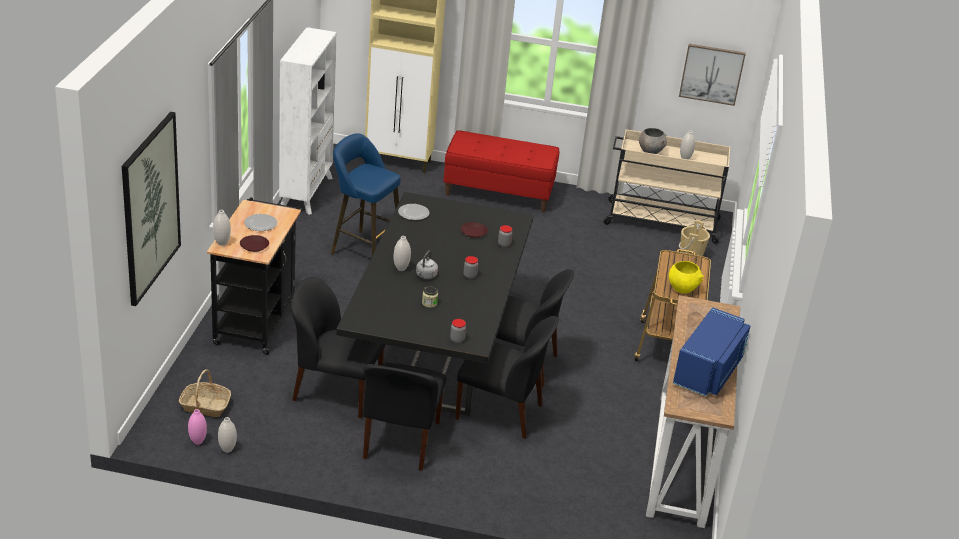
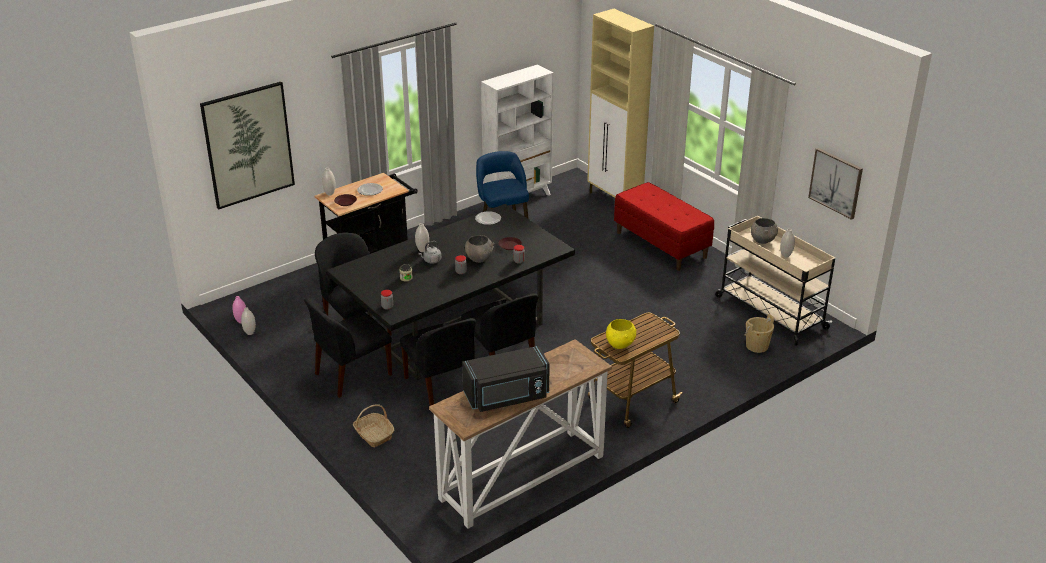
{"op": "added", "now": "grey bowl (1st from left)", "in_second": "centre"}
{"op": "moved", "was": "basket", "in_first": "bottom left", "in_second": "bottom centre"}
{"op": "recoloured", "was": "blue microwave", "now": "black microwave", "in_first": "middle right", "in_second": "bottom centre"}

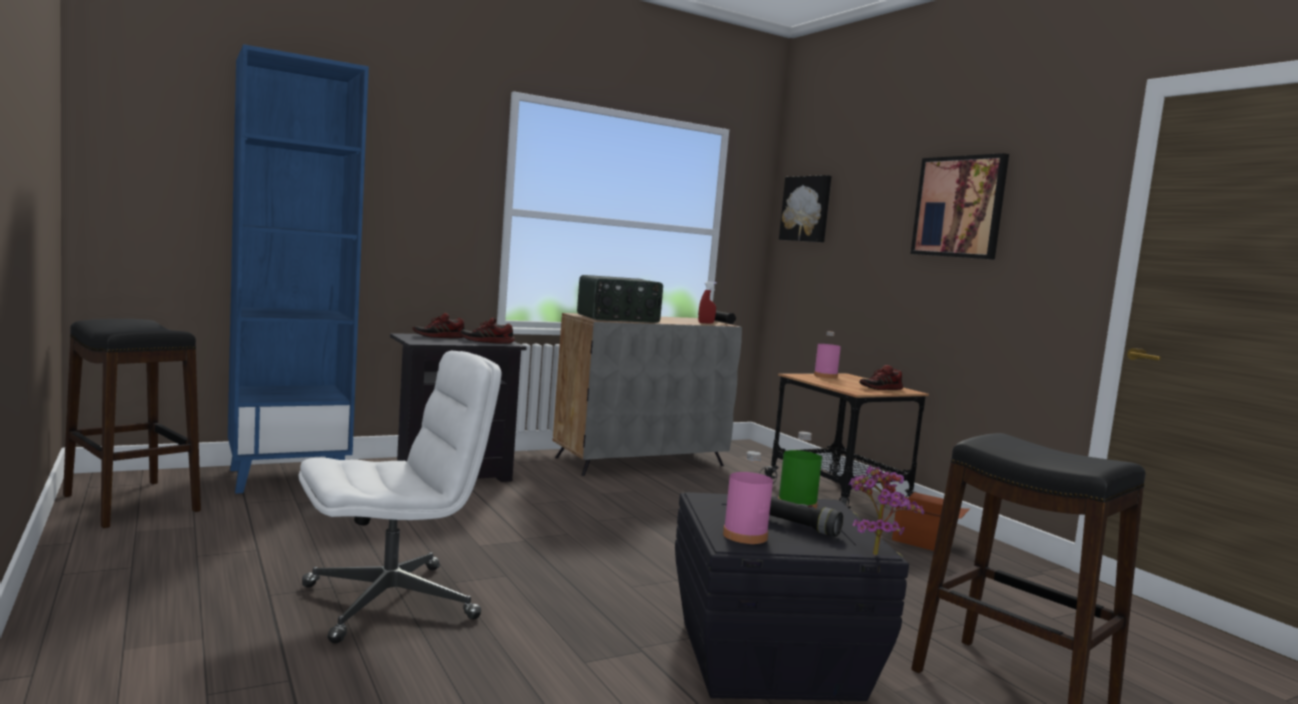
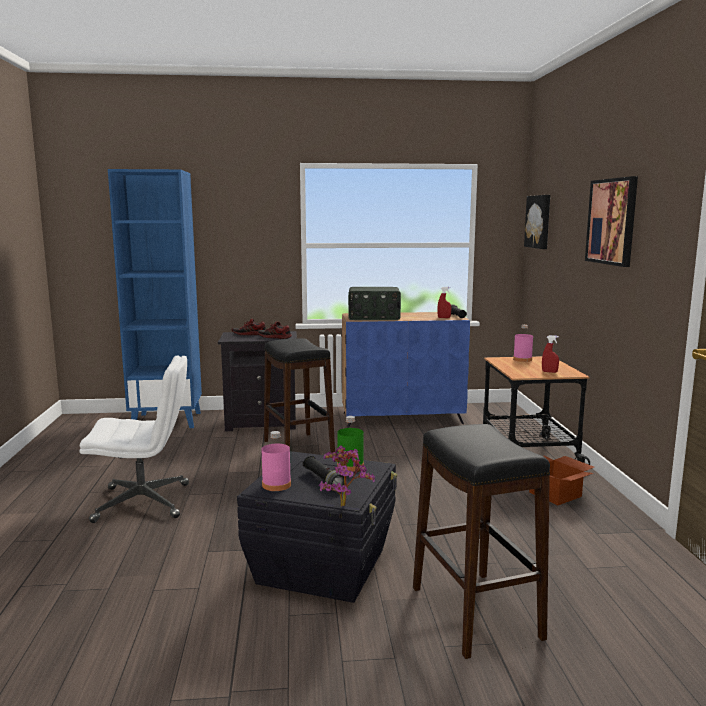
{"op": "moved", "was": "black stool (1st from left)", "in_first": "middle left", "in_second": "centre"}
{"op": "replaced", "was": "shoe (3rd from left)", "now": "red spray bottle (2nd from left)", "in_first": "middle right", "in_second": "middle right"}
{"op": "recoloured", "was": "grey cabinet", "now": "blue cabinet", "in_first": "centre", "in_second": "centre"}

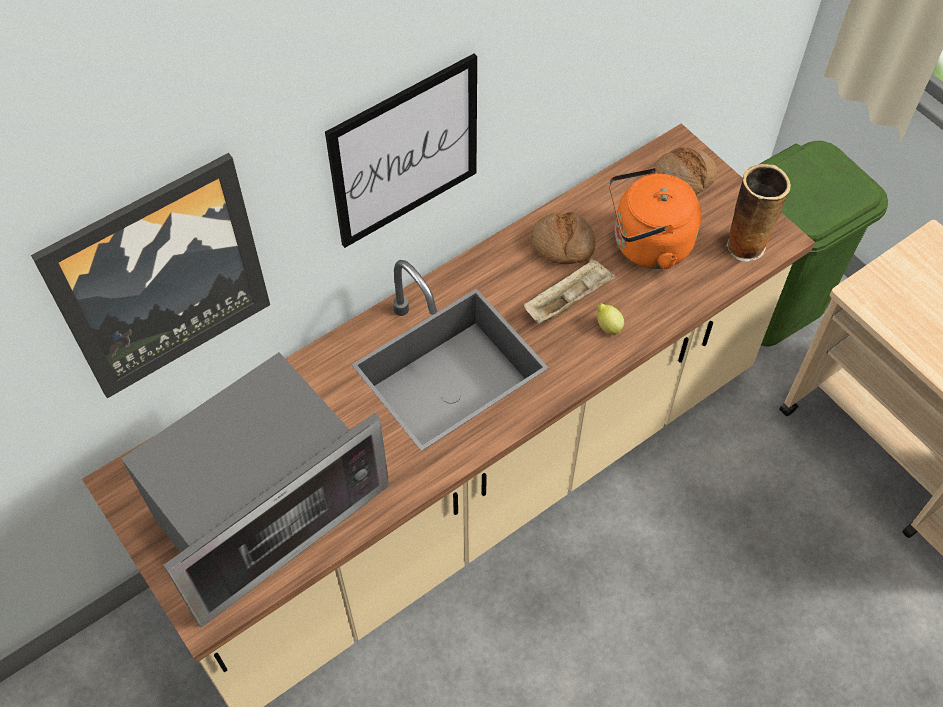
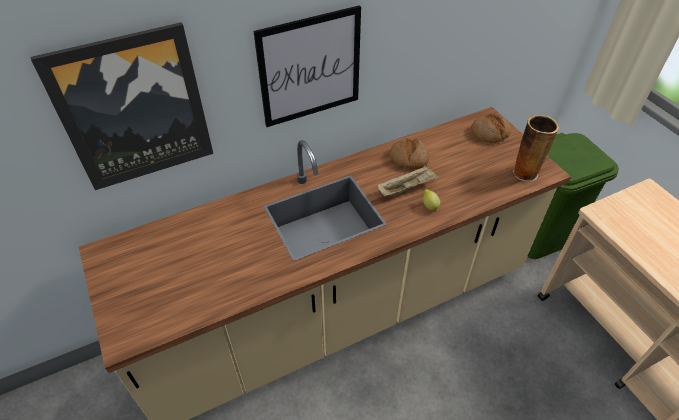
{"op": "removed", "was": "microwave", "in_first": "bottom left"}
{"op": "removed", "was": "orange kettle", "in_first": "top right"}

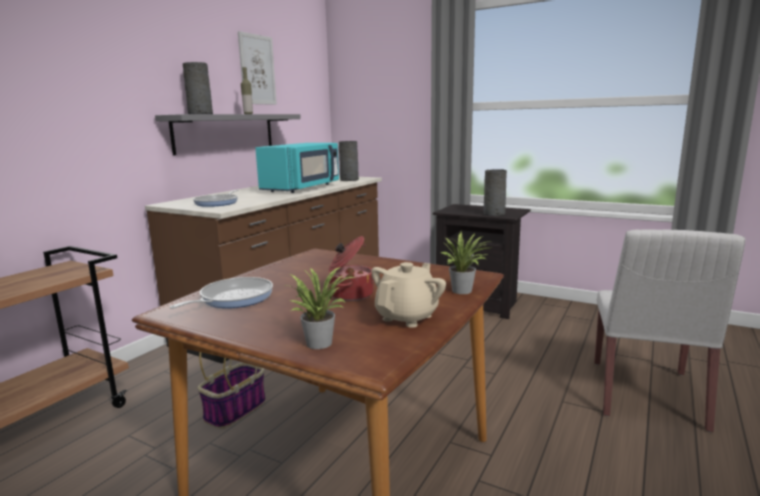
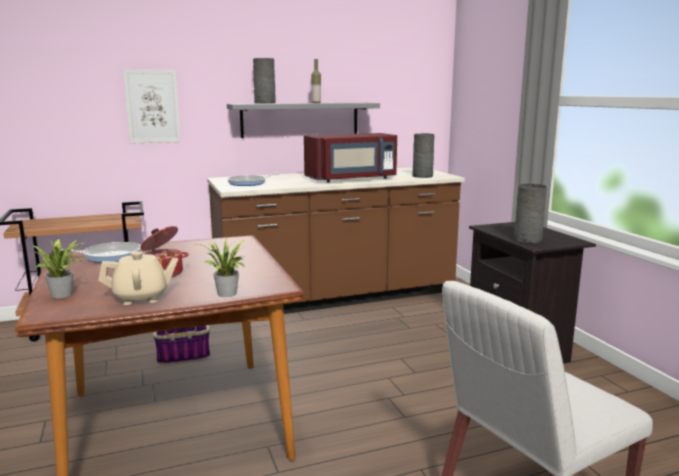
{"op": "moved", "was": "picture", "in_first": "top centre", "in_second": "top left"}
{"op": "recoloured", "was": "turquoise microwave", "now": "red microwave", "in_first": "centre", "in_second": "top centre"}

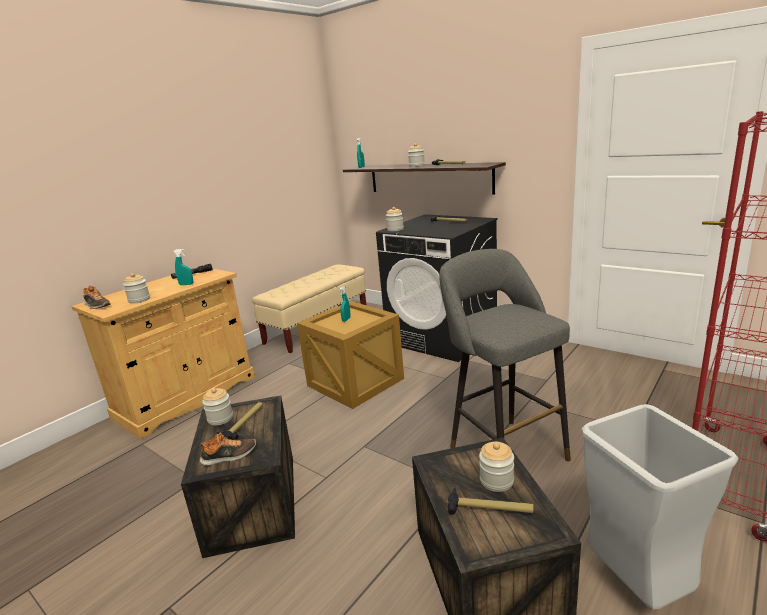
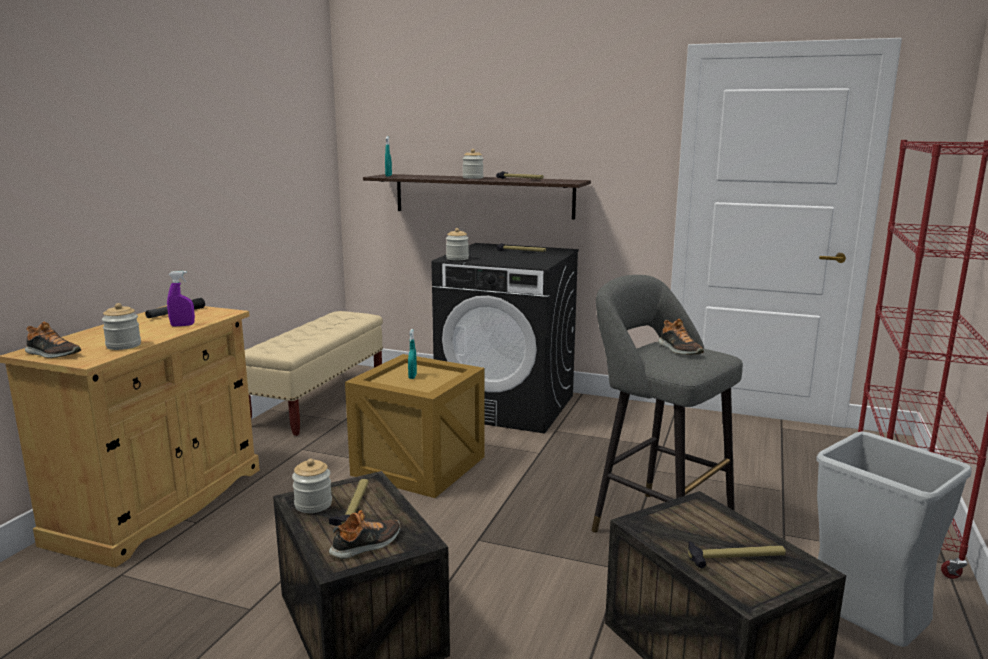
{"op": "removed", "was": "jar (5th from left)", "in_first": "bottom centre"}
{"op": "added", "now": "shoe (3rd from left)", "in_second": "middle right"}
{"op": "recoloured", "was": "turquoise spray bottle (1st from left)", "now": "purple spray bottle", "in_first": "middle left", "in_second": "middle left"}

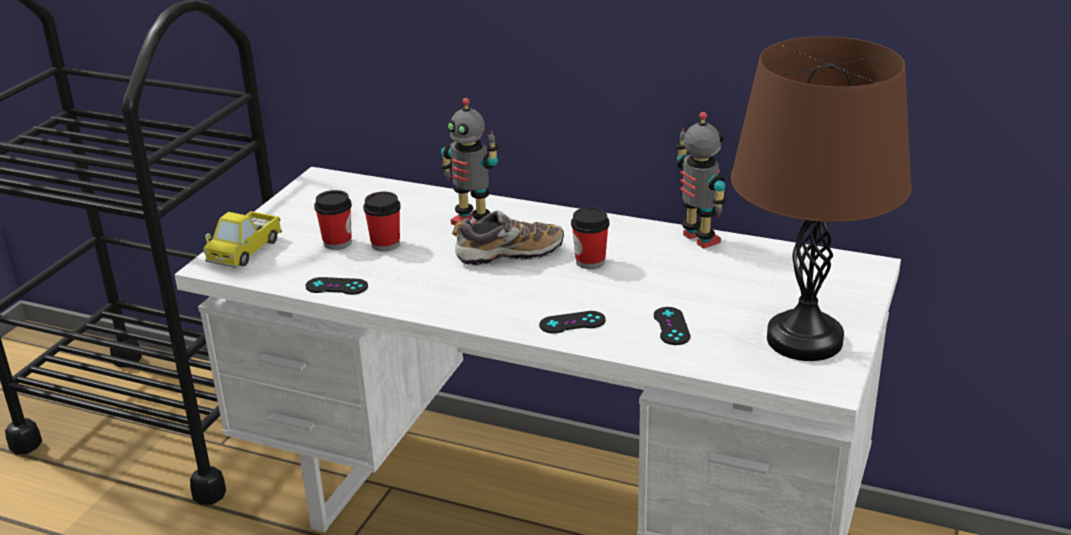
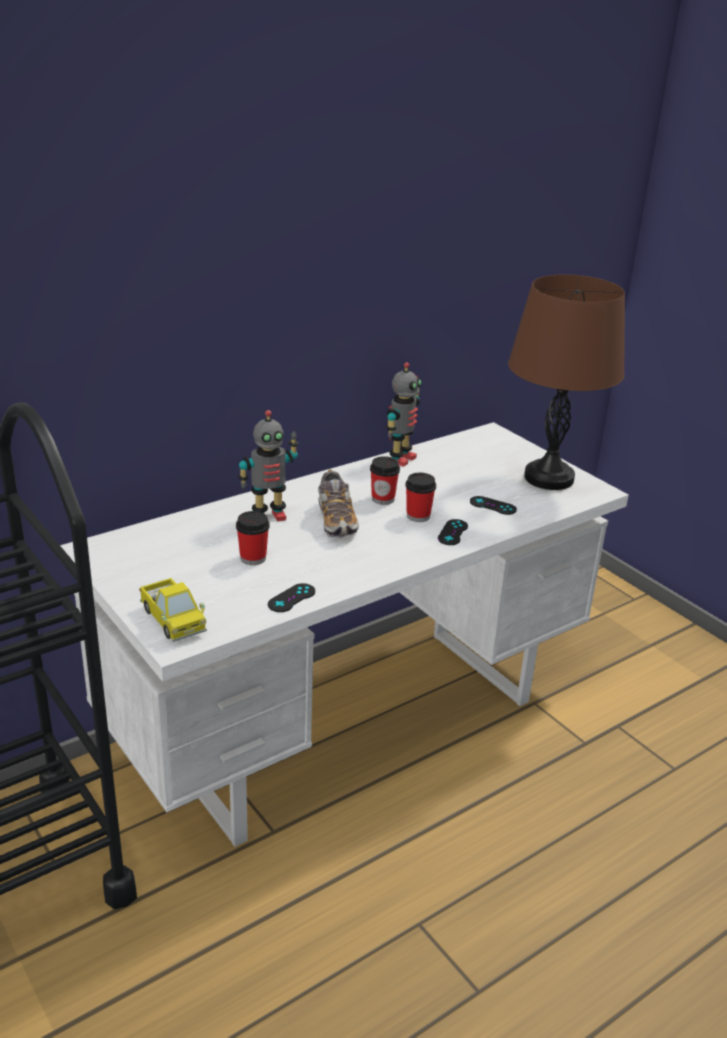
{"op": "moved", "was": "cup (1st from left in the first image)", "now": "cup (3rd from left)", "in_first": "middle left", "in_second": "centre"}
{"op": "turned", "was": "shoe", "in_first": "centre", "in_second": "centre", "clockwise": 150}
{"op": "turned", "was": "toy robot (2nd from left)", "in_first": "centre", "in_second": "centre", "clockwise": 120}

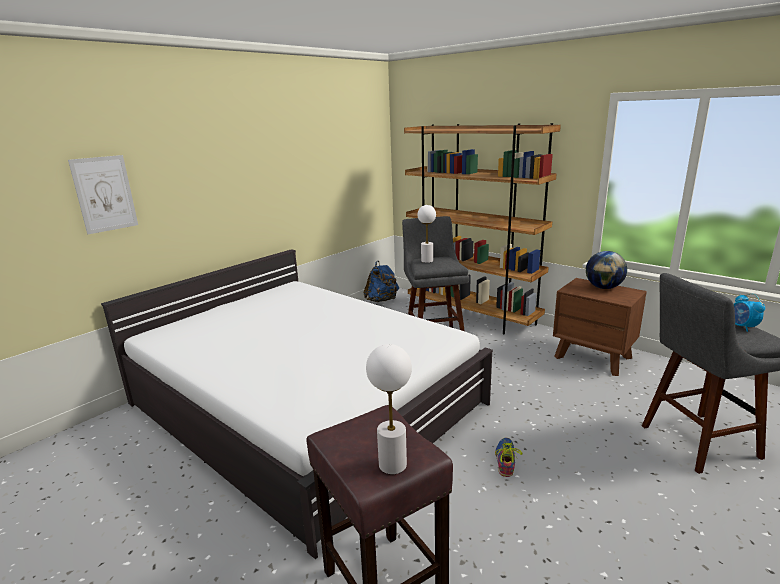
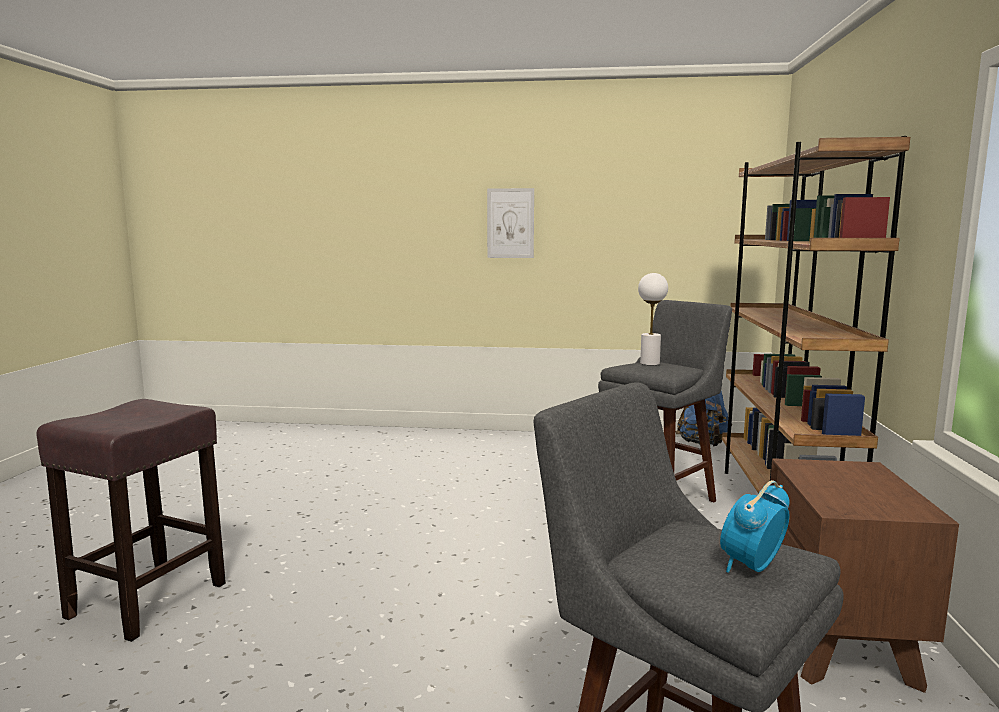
{"op": "removed", "was": "white bed", "in_first": "bottom centre"}
{"op": "removed", "was": "white table lamp (1st from left)", "in_first": "bottom centre"}
{"op": "removed", "was": "shoe", "in_first": "bottom centre"}
{"op": "removed", "was": "globe", "in_first": "middle right"}
{"op": "moved", "was": "picture", "in_first": "top left", "in_second": "top centre"}

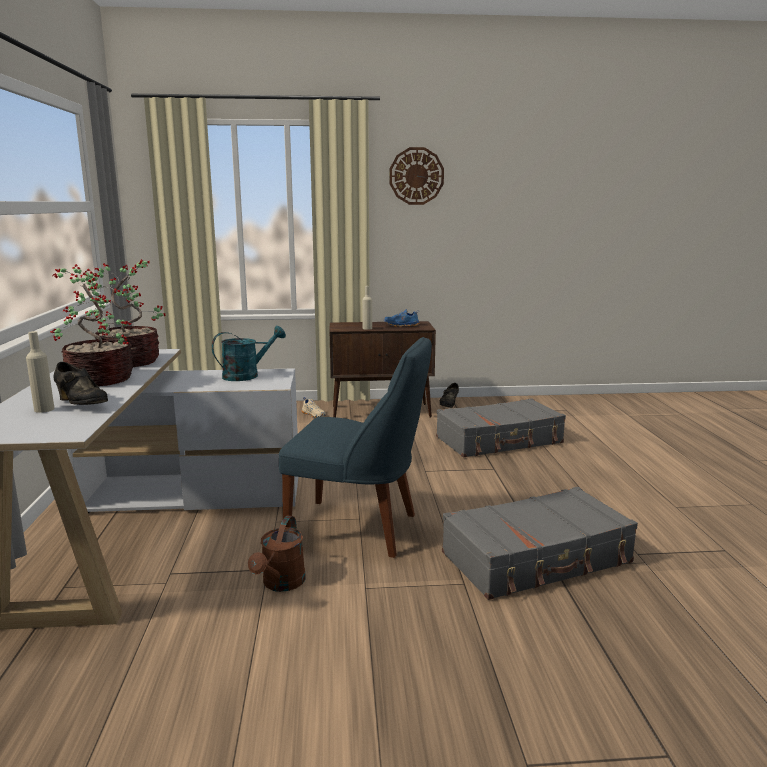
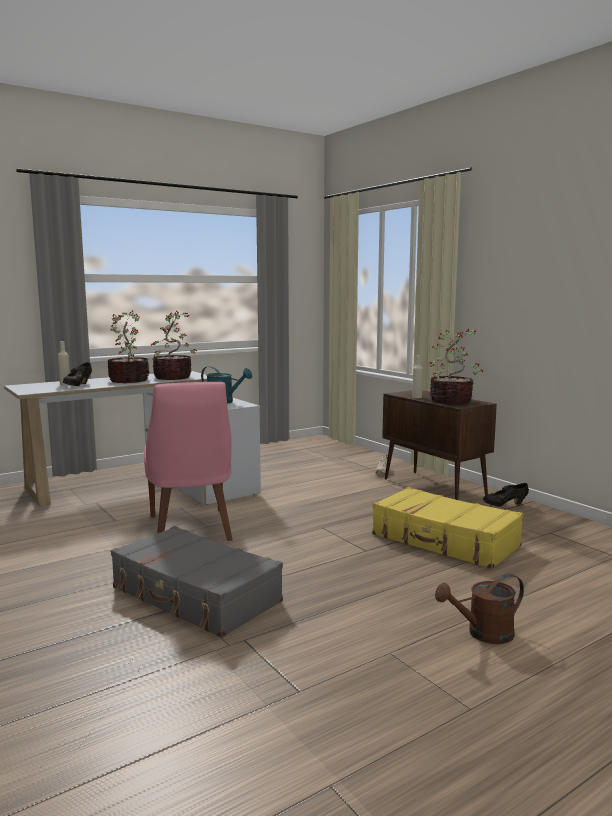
{"op": "removed", "was": "wall clock", "in_first": "top centre"}
{"op": "moved", "was": "brown watering can", "in_first": "bottom centre", "in_second": "bottom right"}
{"op": "replaced", "was": "blue shoe", "now": "potted plant (3rd from left)", "in_first": "centre", "in_second": "middle right"}
{"op": "recoloured", "was": "blue chair", "now": "pink chair", "in_first": "centre", "in_second": "middle left"}
{"op": "recoloured", "was": "grey suitcase (1st from left)", "now": "yellow suitcase", "in_first": "centre", "in_second": "middle right"}

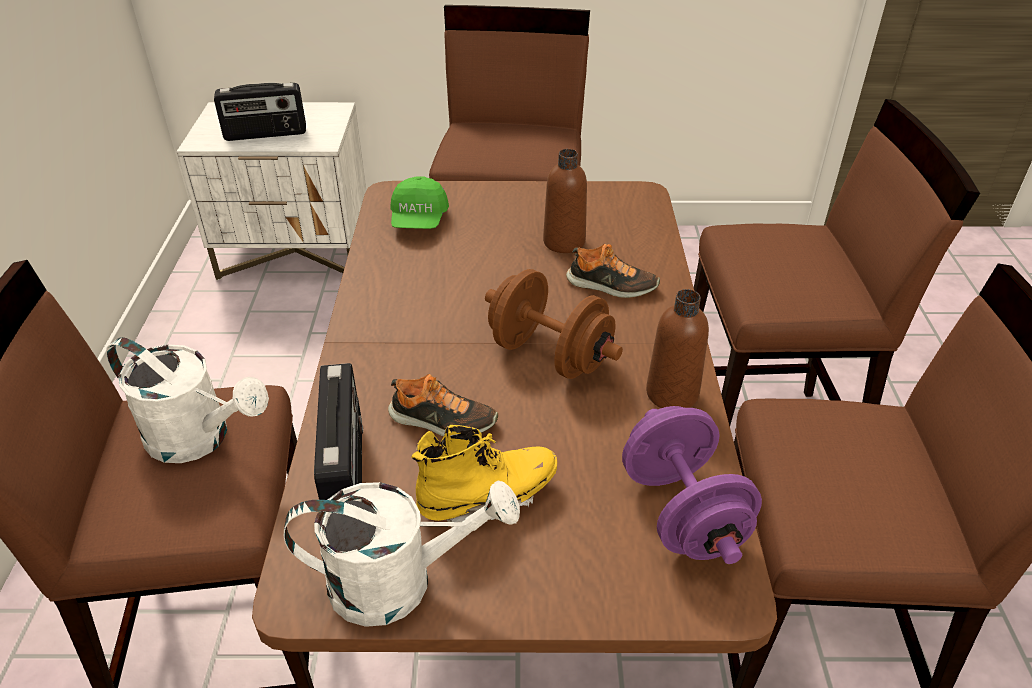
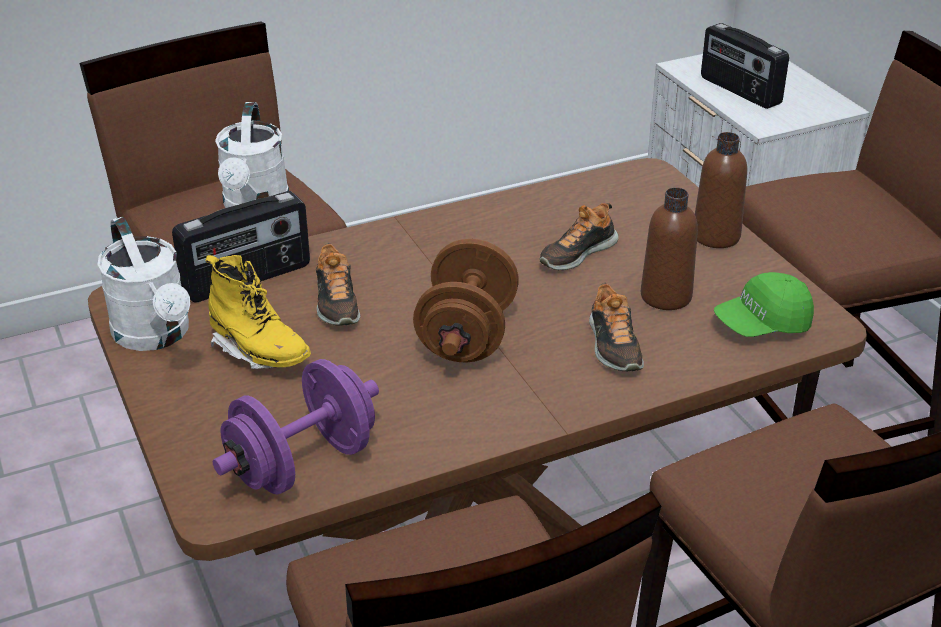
{"op": "added", "now": "shoe (2nd from left)", "in_second": "centre"}
{"op": "moved", "was": "green cap", "in_first": "top centre", "in_second": "middle right"}
{"op": "moved", "was": "brown bottle (2nd from left)", "in_first": "centre", "in_second": "top right"}

